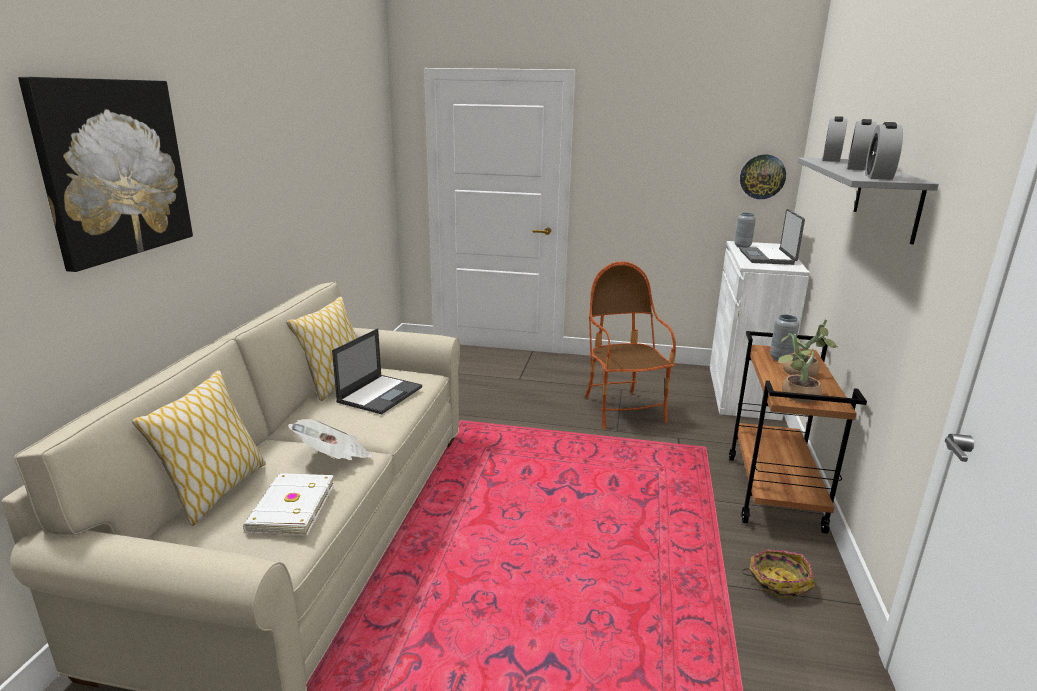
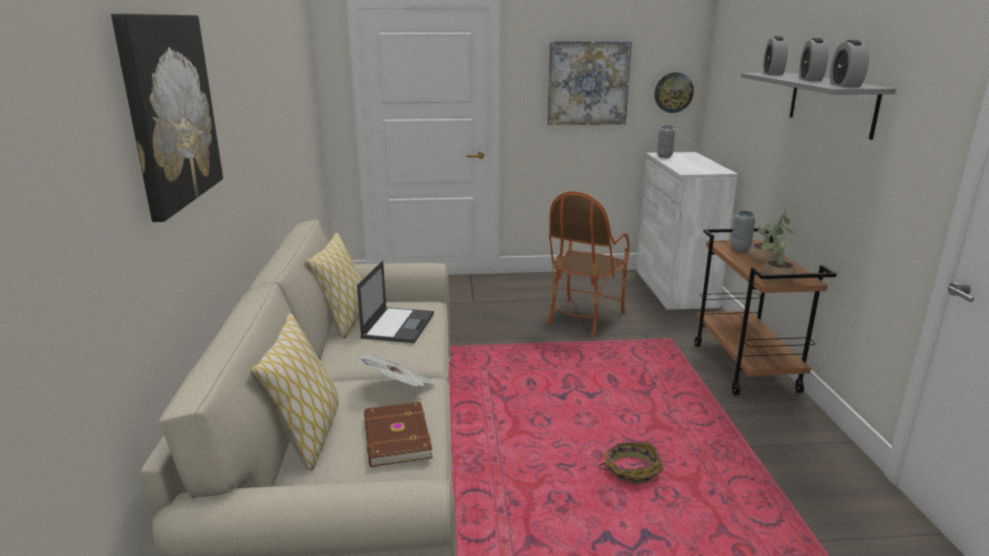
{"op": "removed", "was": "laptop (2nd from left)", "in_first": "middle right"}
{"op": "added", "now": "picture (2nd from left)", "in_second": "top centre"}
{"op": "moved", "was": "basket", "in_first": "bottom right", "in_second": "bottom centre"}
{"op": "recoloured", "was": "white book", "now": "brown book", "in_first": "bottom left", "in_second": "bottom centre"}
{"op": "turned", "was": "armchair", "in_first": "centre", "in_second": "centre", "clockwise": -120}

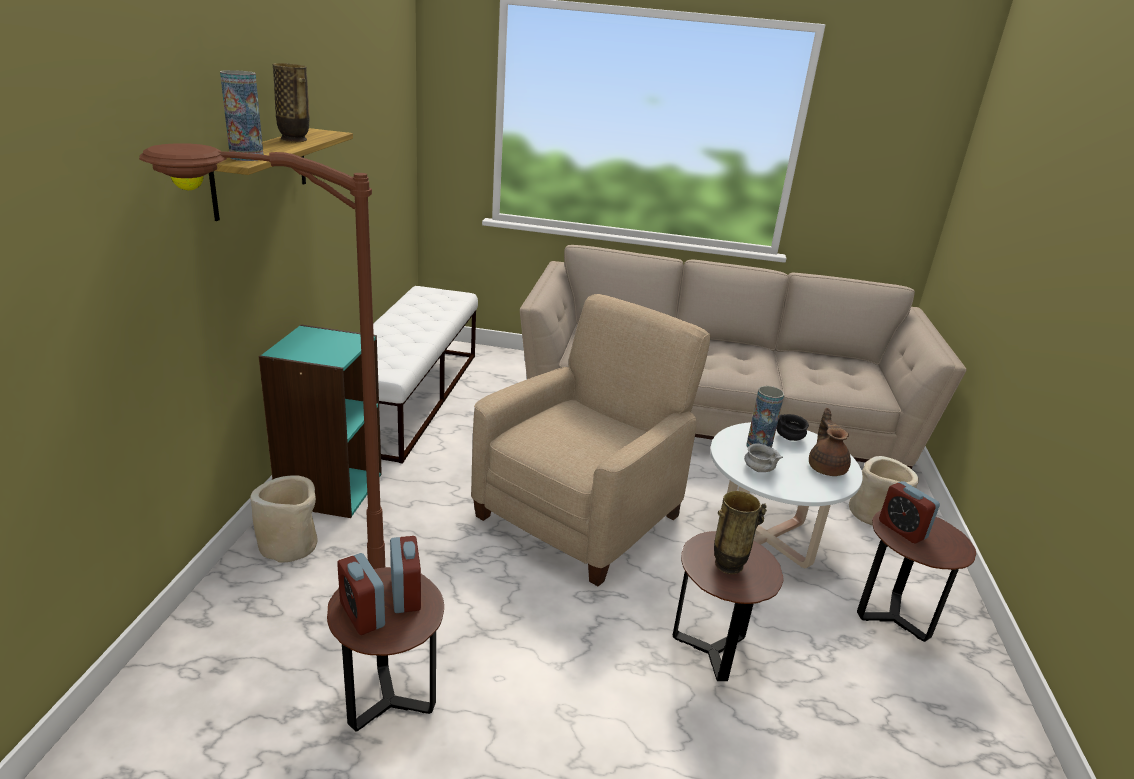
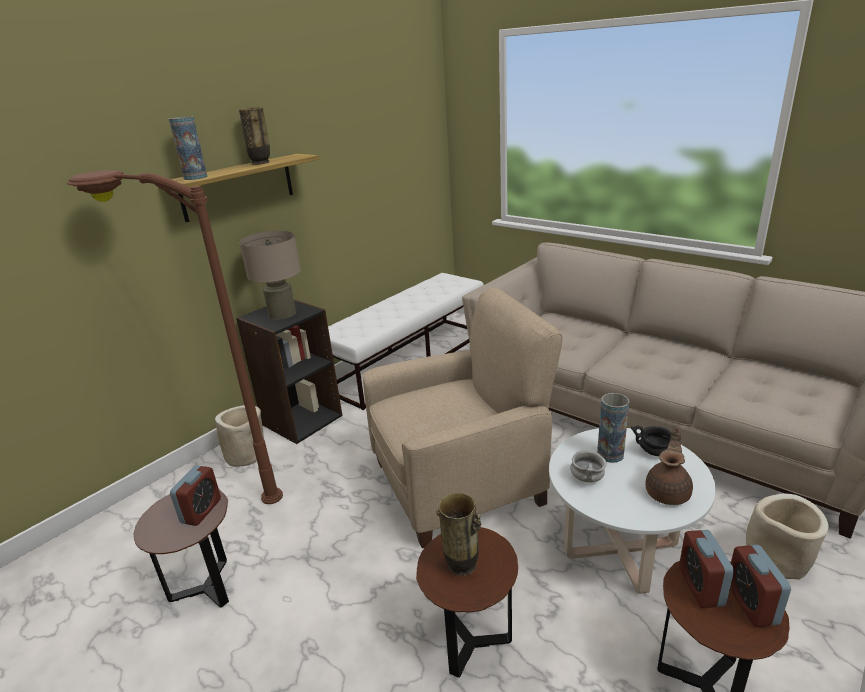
{"op": "added", "now": "beige table lamp", "in_second": "middle left"}
{"op": "moved", "was": "alarm clock (1st from left in the first image)", "now": "alarm clock (3rd from left)", "in_first": "bottom left", "in_second": "bottom right"}
{"op": "recoloured", "was": "turquoise bookcase", "now": "black bookcase", "in_first": "middle left", "in_second": "centre"}

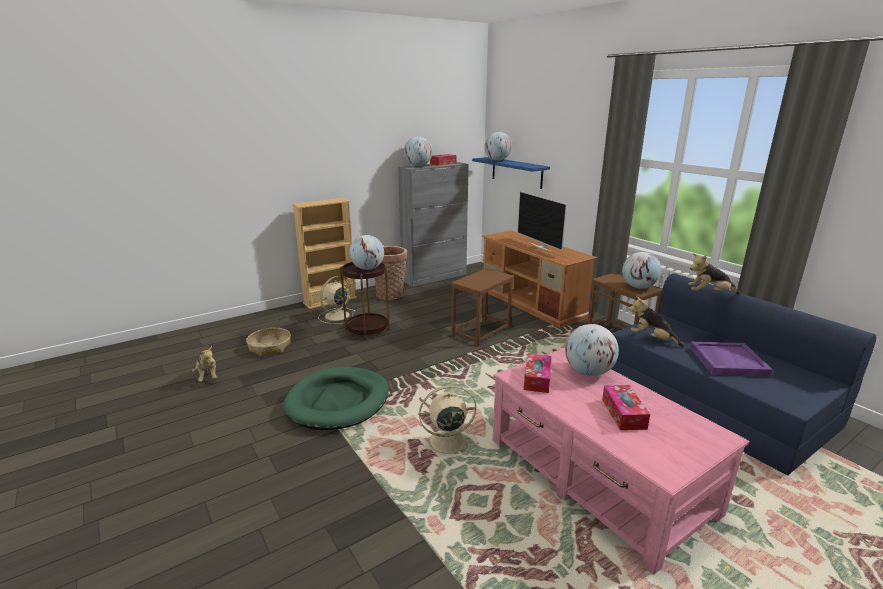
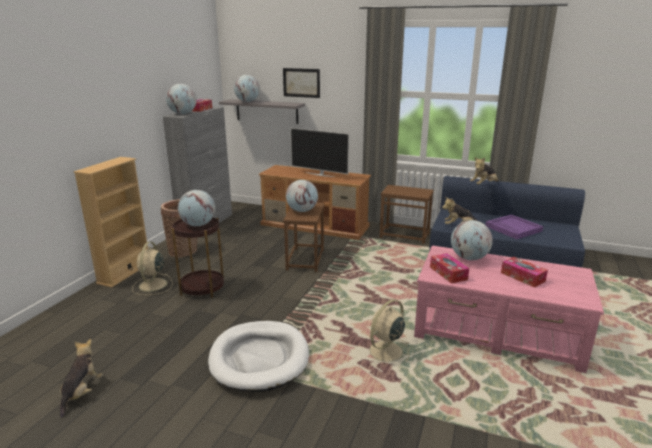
{"op": "removed", "was": "basket (1st from left)", "in_first": "middle left"}
{"op": "added", "now": "picture", "in_second": "top centre"}
{"op": "moved", "was": "globe (5th from left in the first image)", "now": "globe (4th from left)", "in_first": "middle right", "in_second": "centre"}
{"op": "recoloured", "was": "green dog bed", "now": "white dog bed", "in_first": "bottom centre", "in_second": "bottom centre"}
{"op": "recoloured", "was": "blue shelf", "now": "grey shelf", "in_first": "top centre", "in_second": "top centre"}
{"op": "turned", "was": "plush toy (1st from left)", "in_first": "middle left", "in_second": "bottom left", "clockwise": -105}

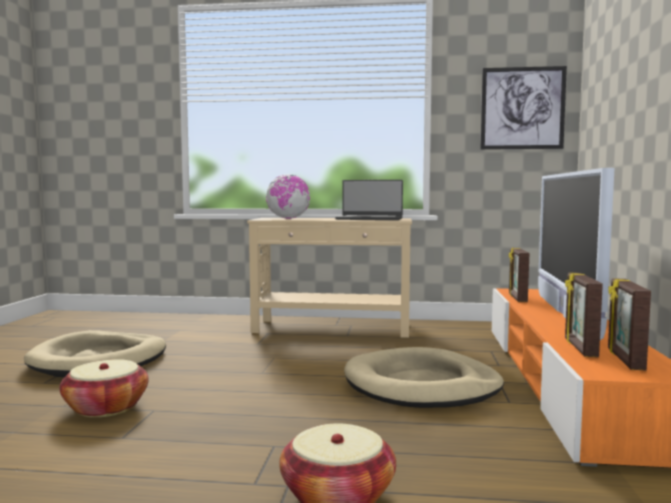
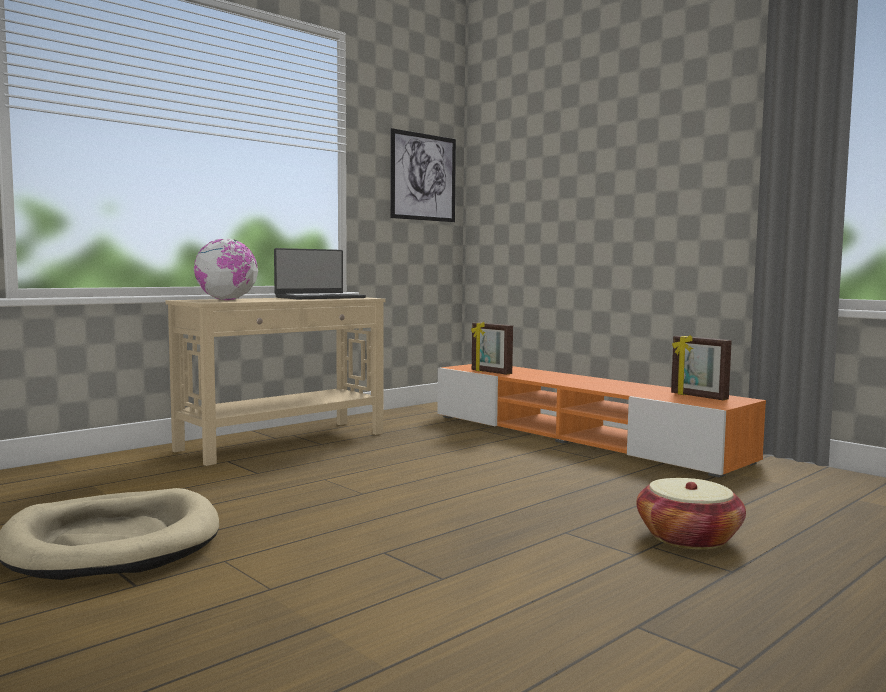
{"op": "removed", "was": "basket (1st from left)", "in_first": "bottom left"}
{"op": "removed", "was": "beige dog bed (2nd from left)", "in_first": "bottom centre"}
{"op": "removed", "was": "television", "in_first": "middle right"}
{"op": "removed", "was": "picture frame (2nd from left)", "in_first": "middle right"}

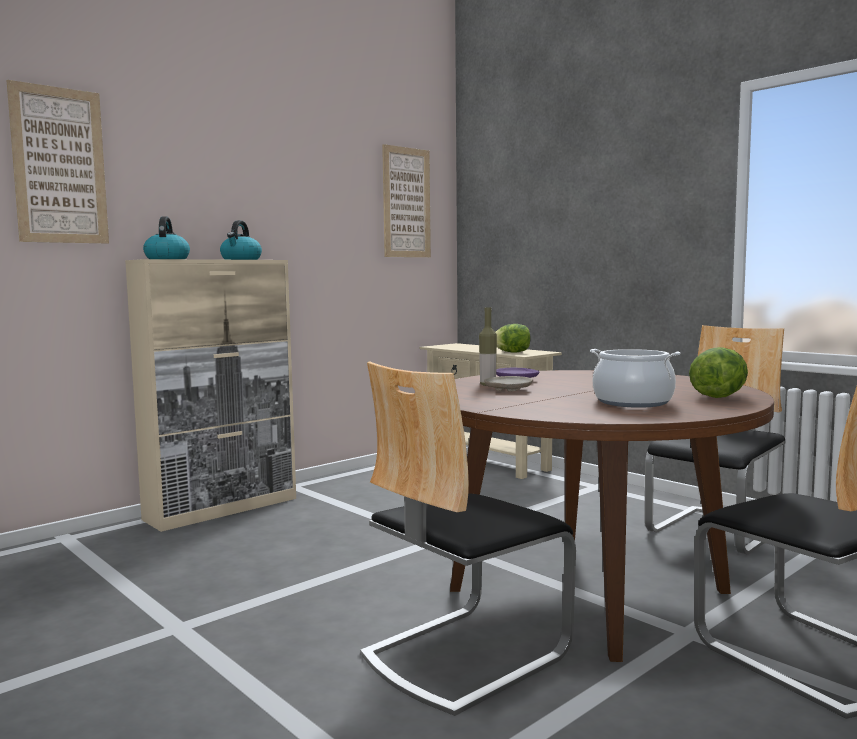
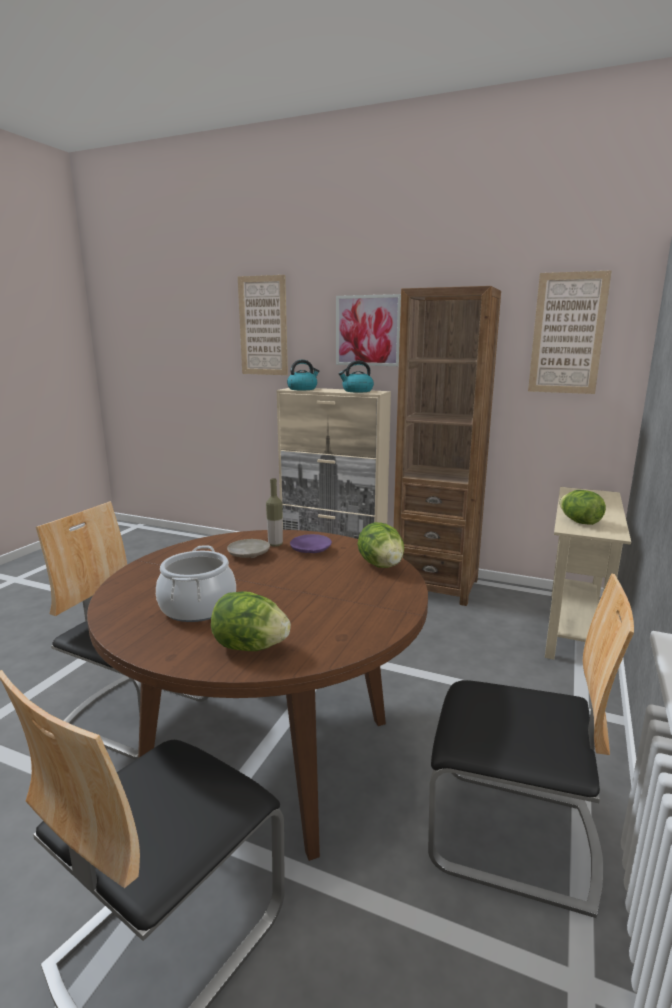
{"op": "added", "now": "picture (2nd from left)", "in_second": "top centre"}
{"op": "added", "now": "lettuce (2nd from left)", "in_second": "centre"}
{"op": "added", "now": "brown bookcase", "in_second": "centre"}

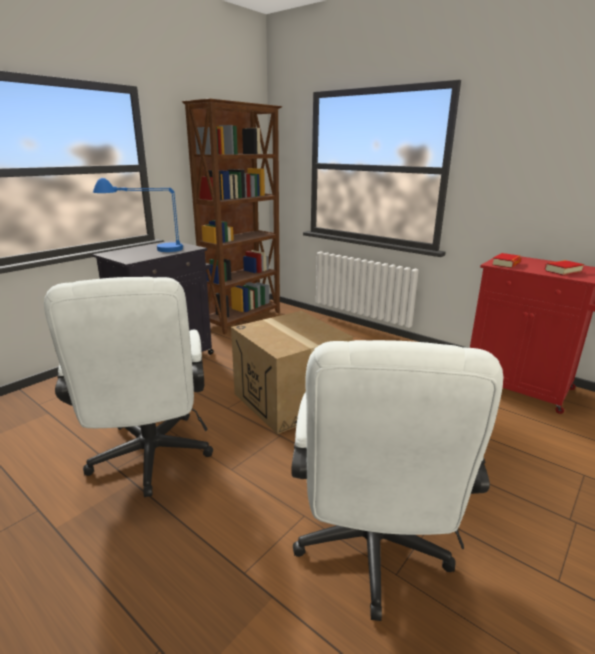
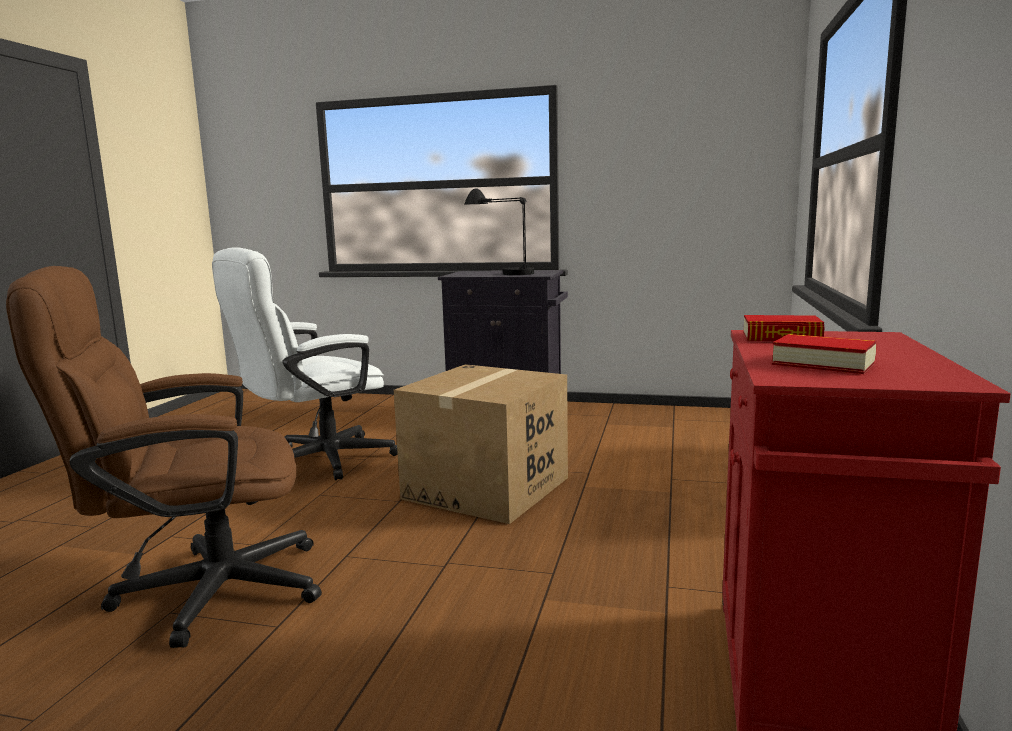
{"op": "removed", "was": "brown bookcase", "in_first": "top centre"}
{"op": "recoloured", "was": "blue table lamp", "now": "black table lamp", "in_first": "top left", "in_second": "top centre"}
{"op": "recoloured", "was": "white office chair (2nd from left)", "now": "brown office chair", "in_first": "bottom right", "in_second": "middle left"}

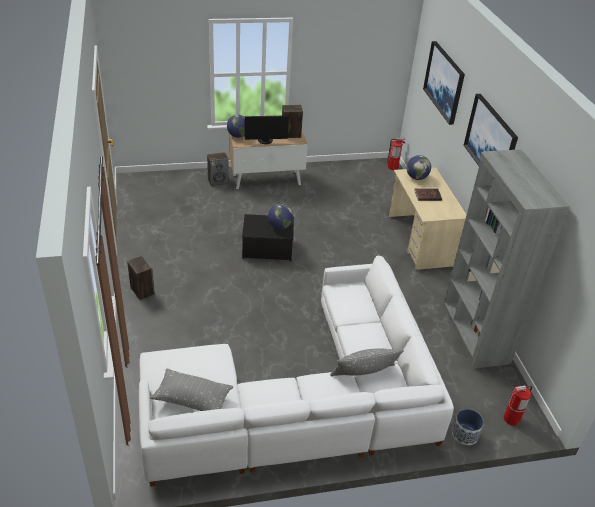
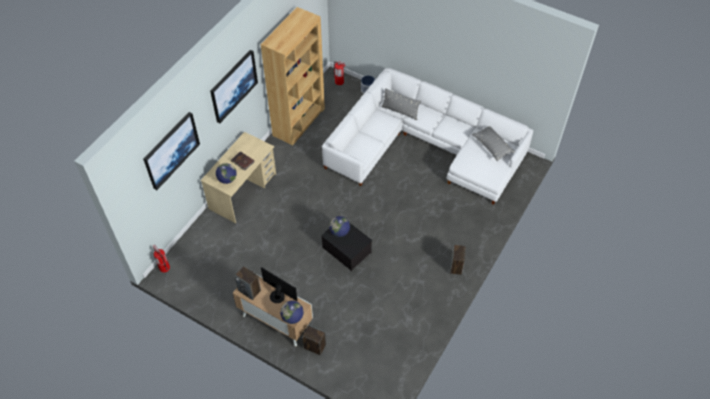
{"op": "recoloured", "was": "grey bookcase", "now": "brown bookcase", "in_first": "middle right", "in_second": "top centre"}

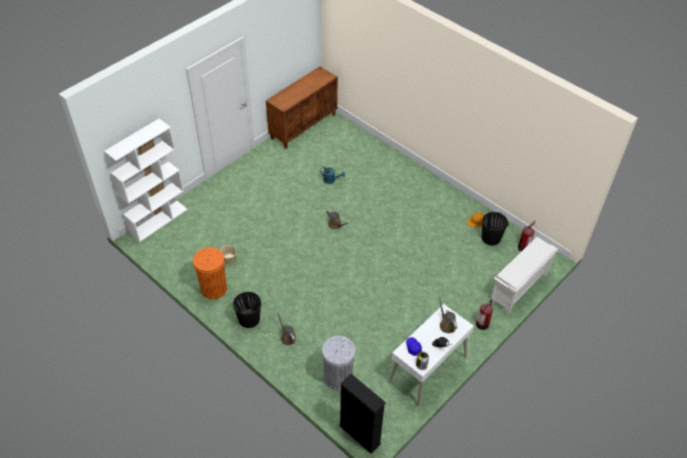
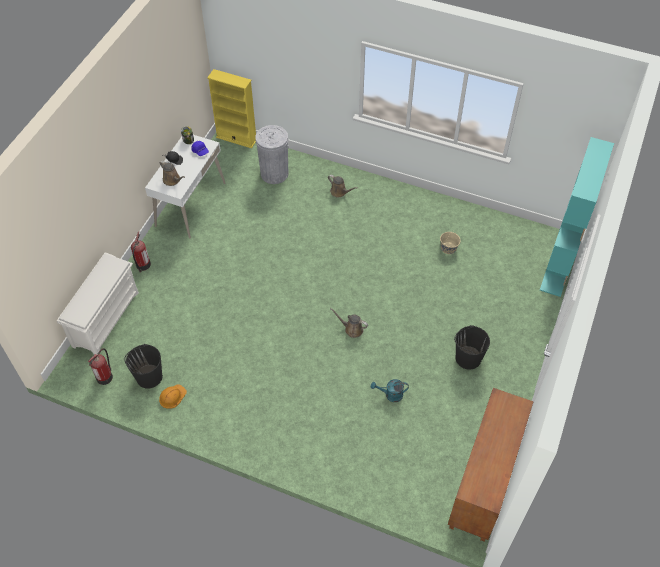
{"op": "removed", "was": "orange trash can", "in_first": "middle left"}
{"op": "moved", "was": "black bucket (1st from left in the first image)", "now": "black bucket (2nd from left)", "in_first": "bottom centre", "in_second": "middle right"}
{"op": "recoloured", "was": "white bookcase", "now": "turquoise bookcase", "in_first": "middle left", "in_second": "middle right"}
{"op": "recoloured", "was": "black bookcase", "now": "yellow bookcase", "in_first": "bottom centre", "in_second": "top centre"}

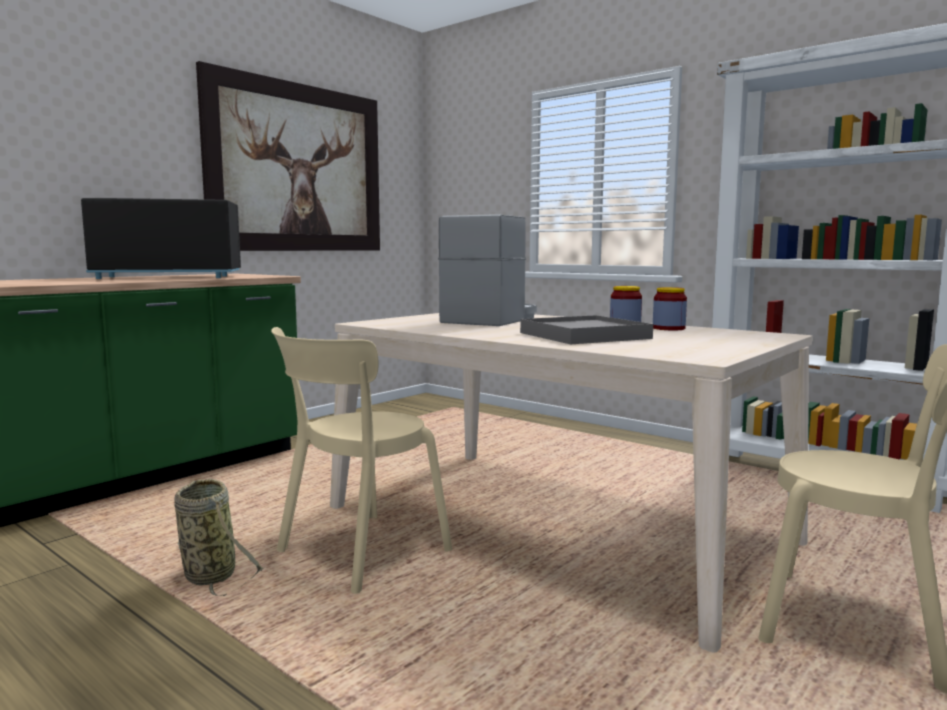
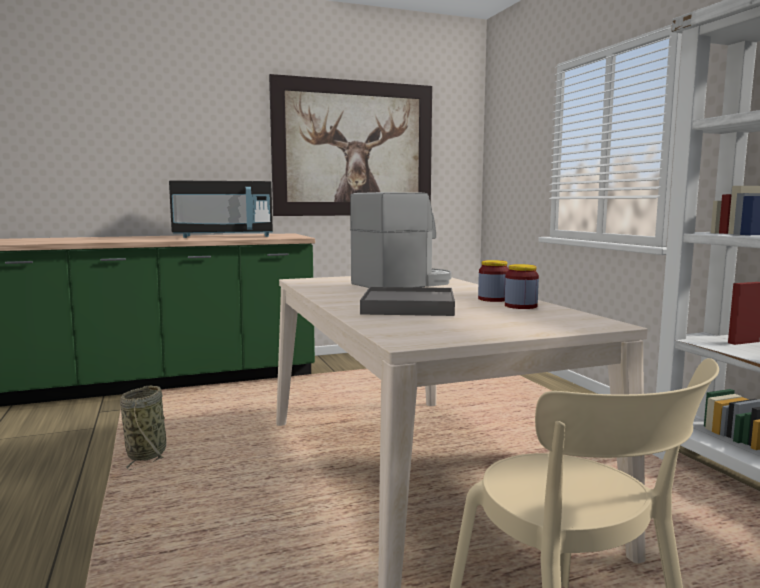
{"op": "removed", "was": "beige chair (1st from left)", "in_first": "centre"}
{"op": "turned", "was": "black microwave", "in_first": "middle left", "in_second": "middle left", "clockwise": 150}

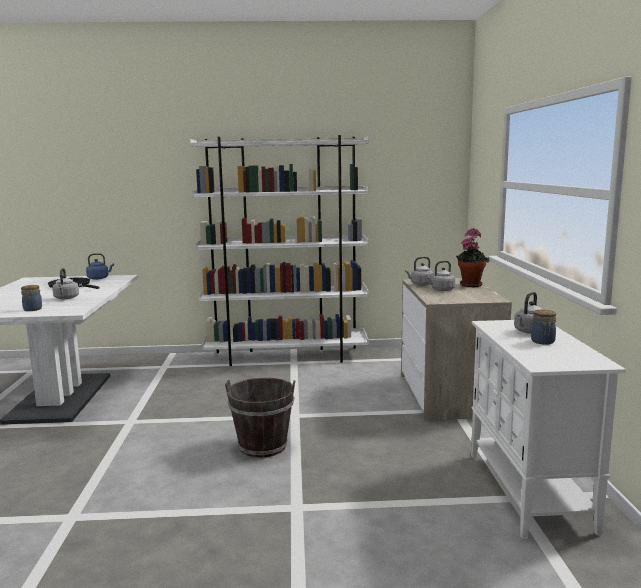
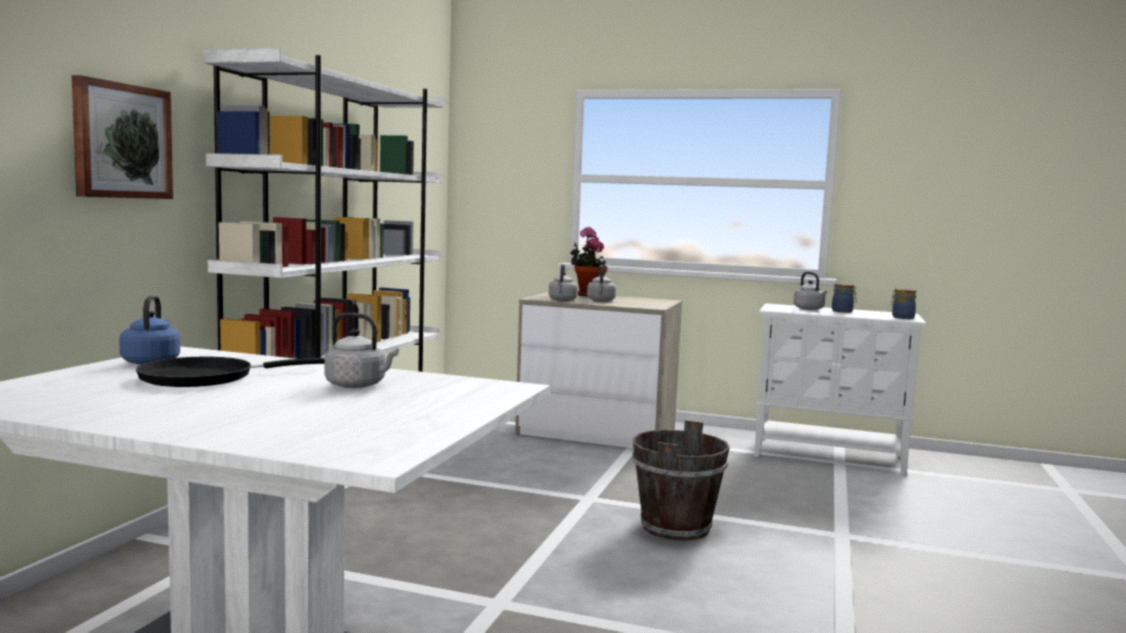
{"op": "added", "now": "picture", "in_second": "top left"}
{"op": "moved", "was": "jar (1st from left in the first image)", "now": "jar (2nd from left)", "in_first": "middle left", "in_second": "middle right"}

